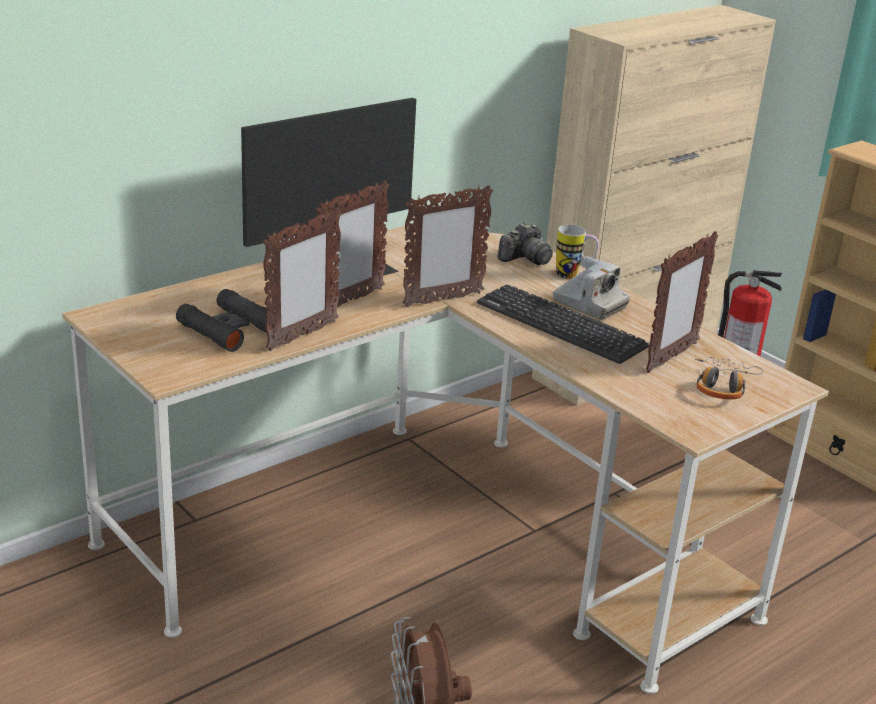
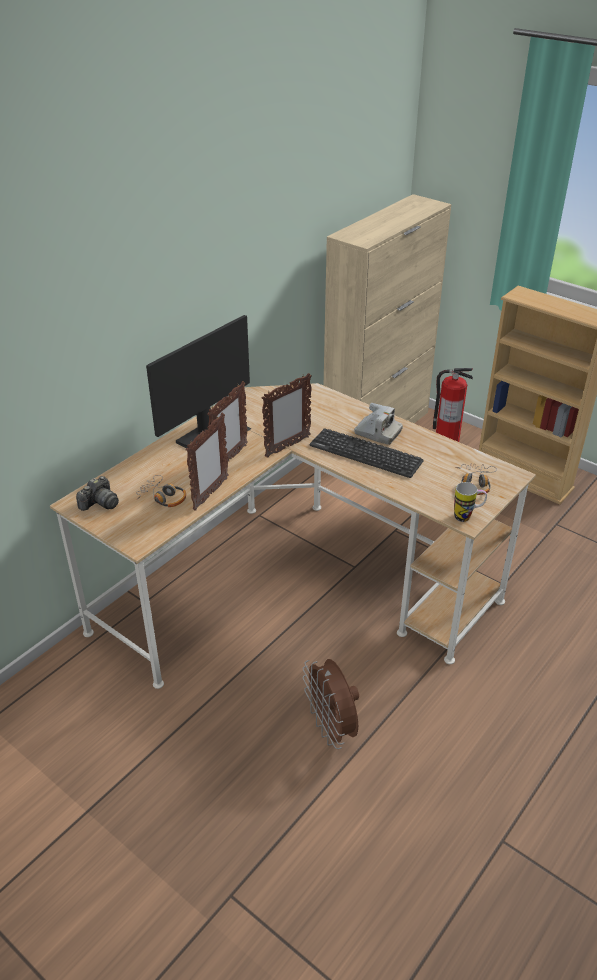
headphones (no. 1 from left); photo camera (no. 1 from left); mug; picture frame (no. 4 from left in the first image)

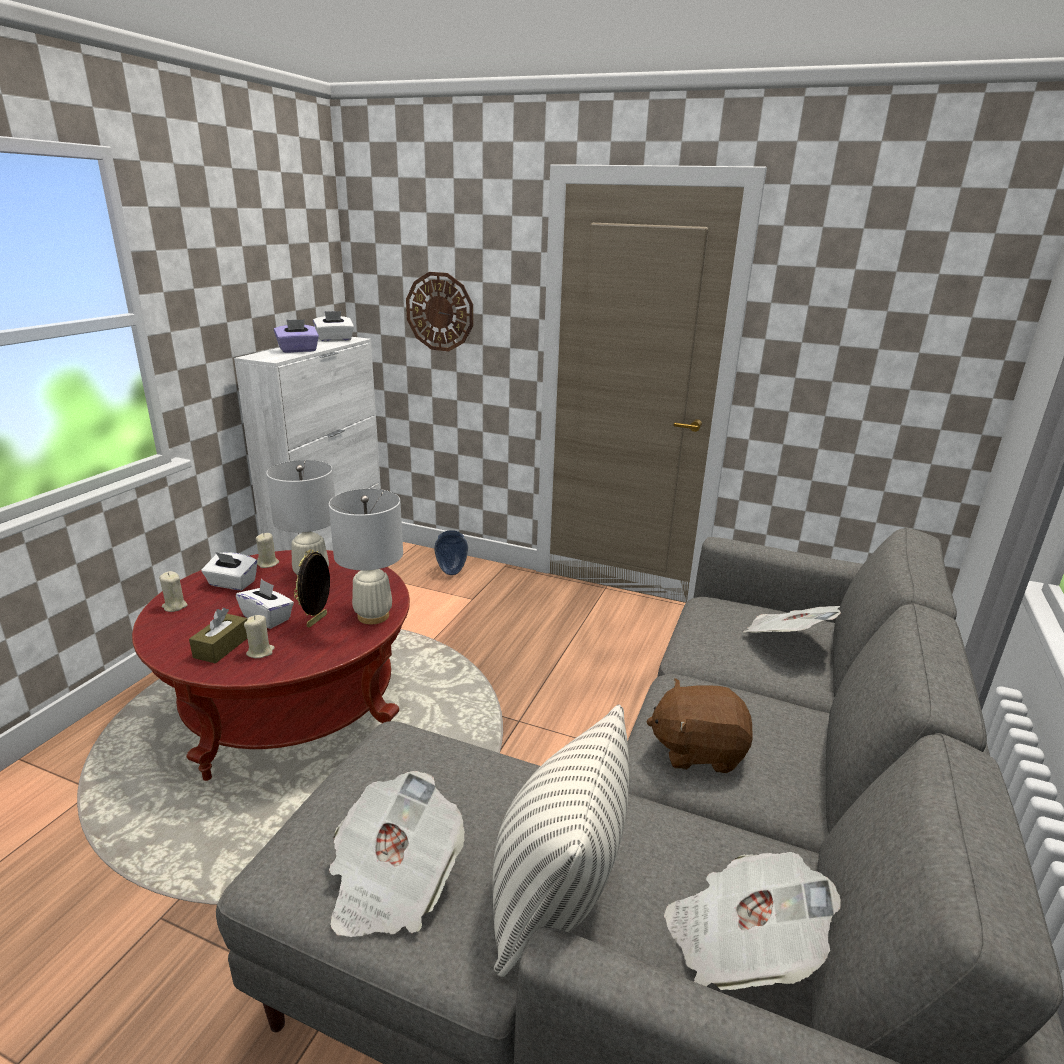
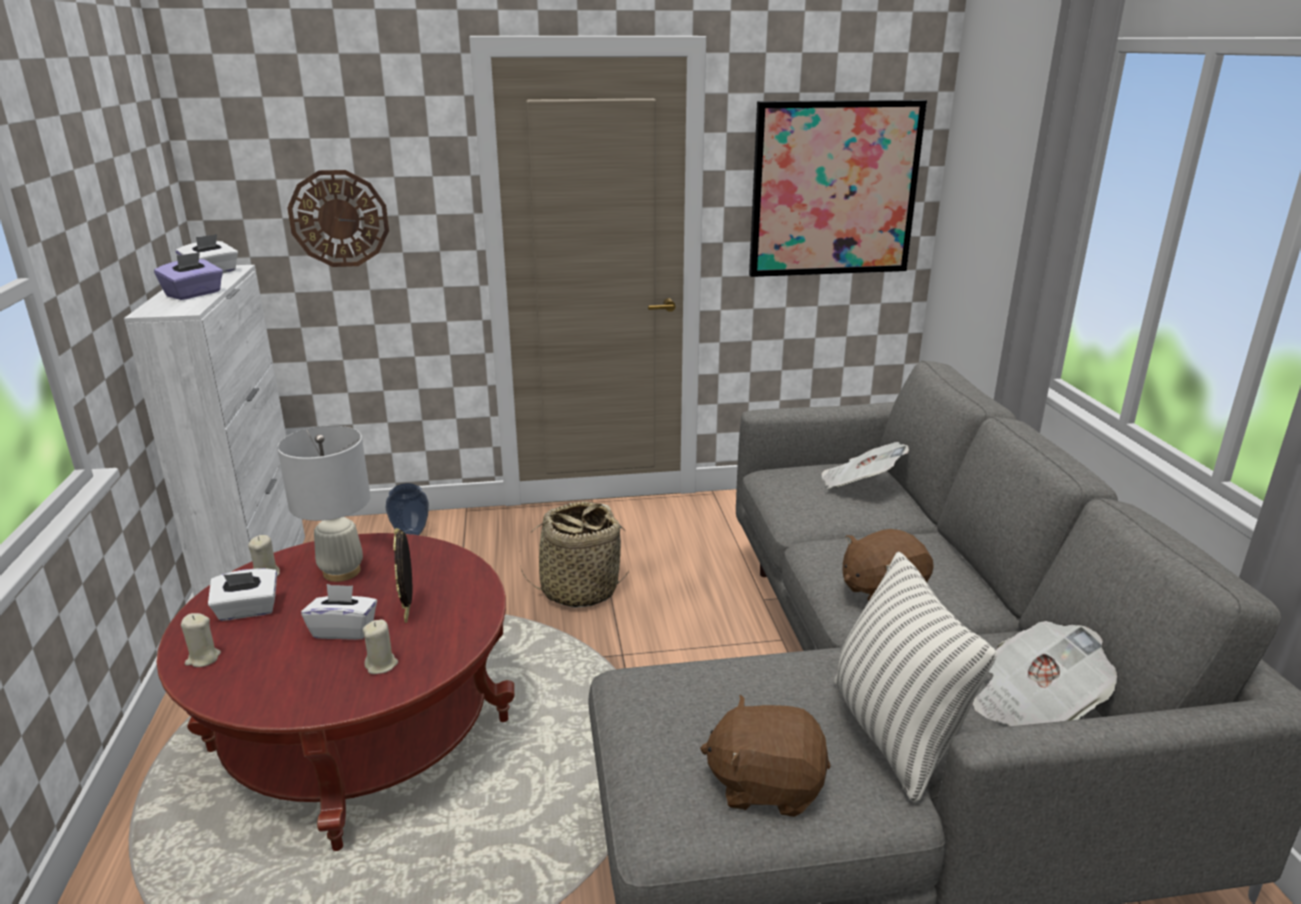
brown tissue box; white table lamp (no. 2 from left in the first image); brown plush toy (no. 1 from left); basket; picture

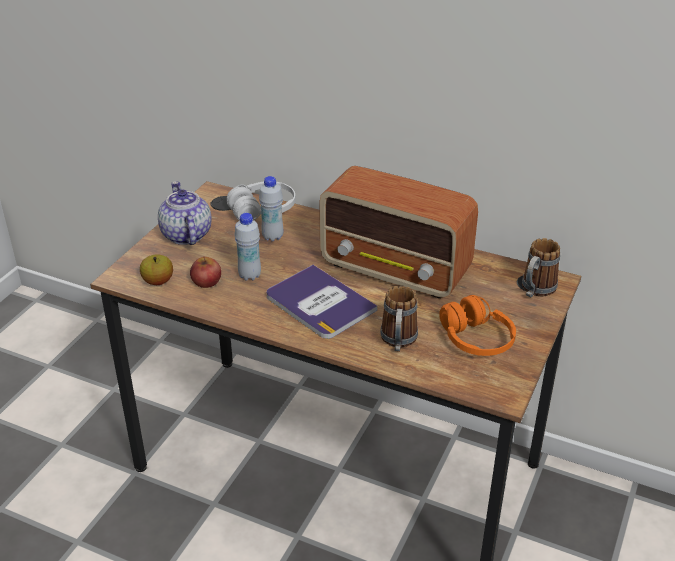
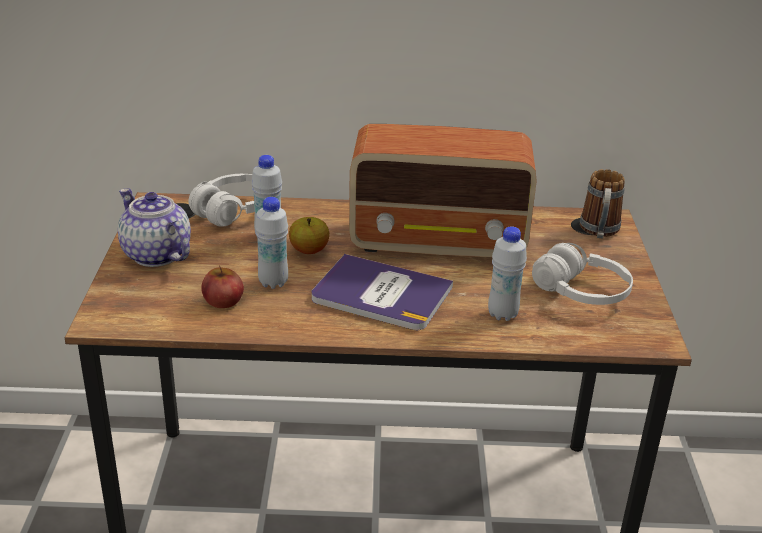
apple (no. 2 from left); white bottle (no. 3 from left); white headphones (no. 2 from left)

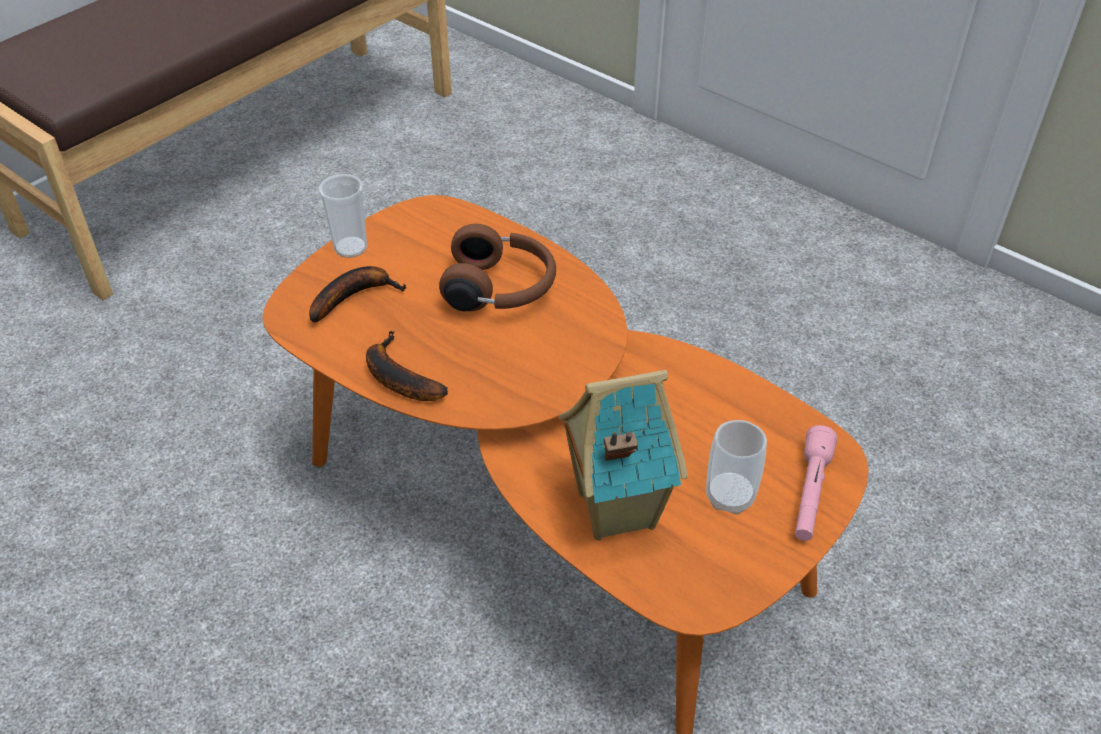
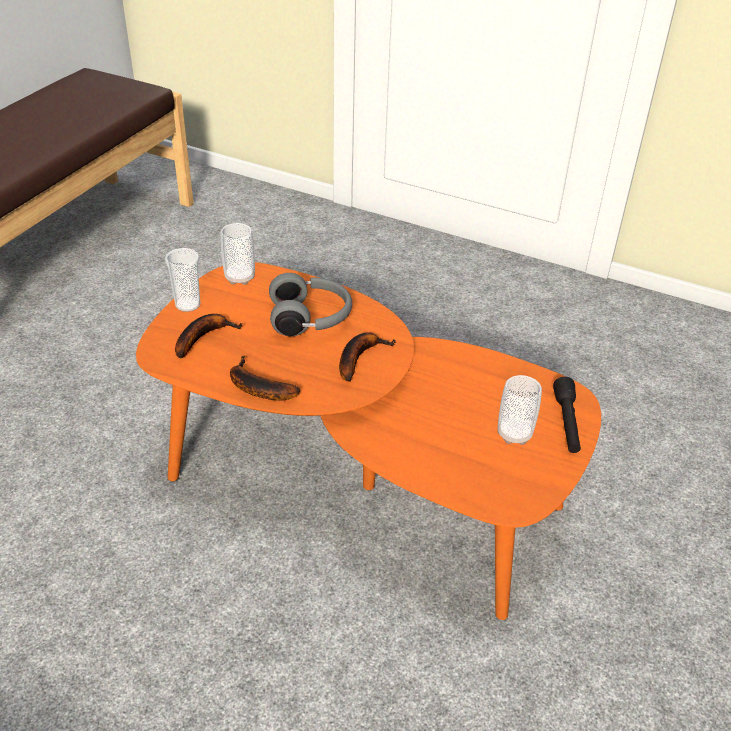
grey headphones; toy house; black flashlight; cup (no. 2 from left); banana (no. 3 from left)

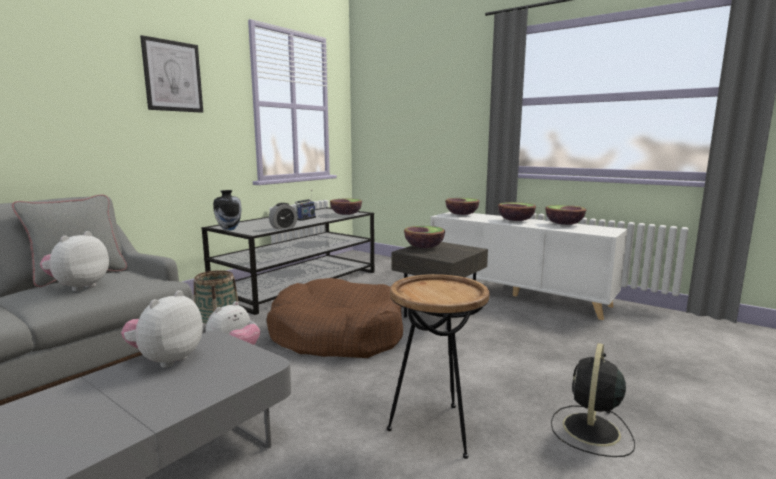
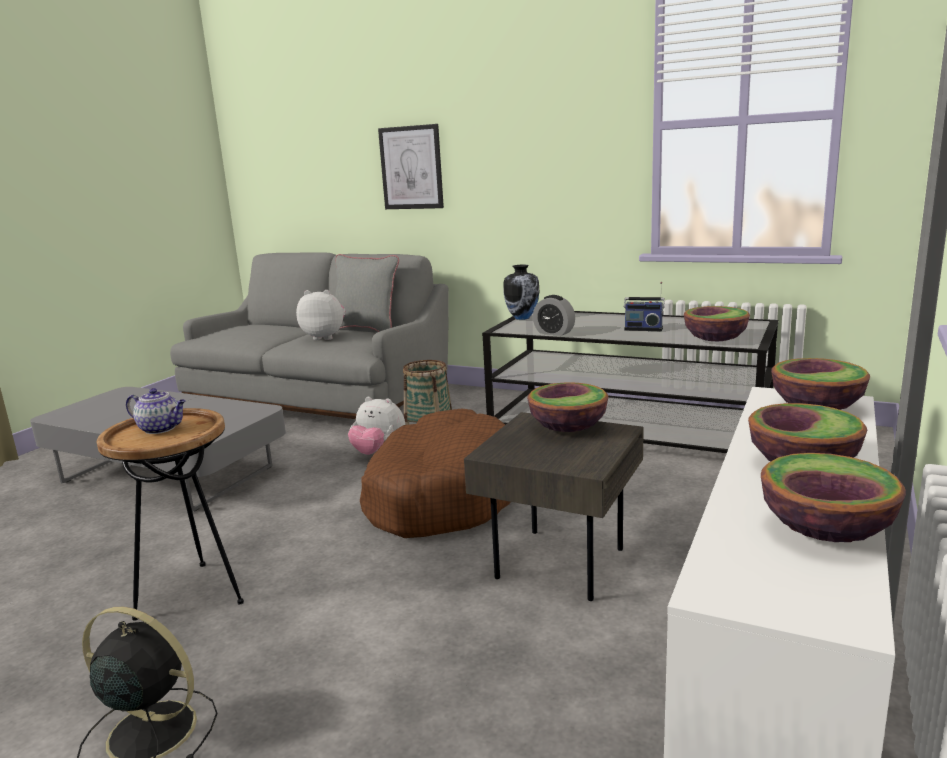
plush toy (no. 2 from left in the first image); picture; teapot

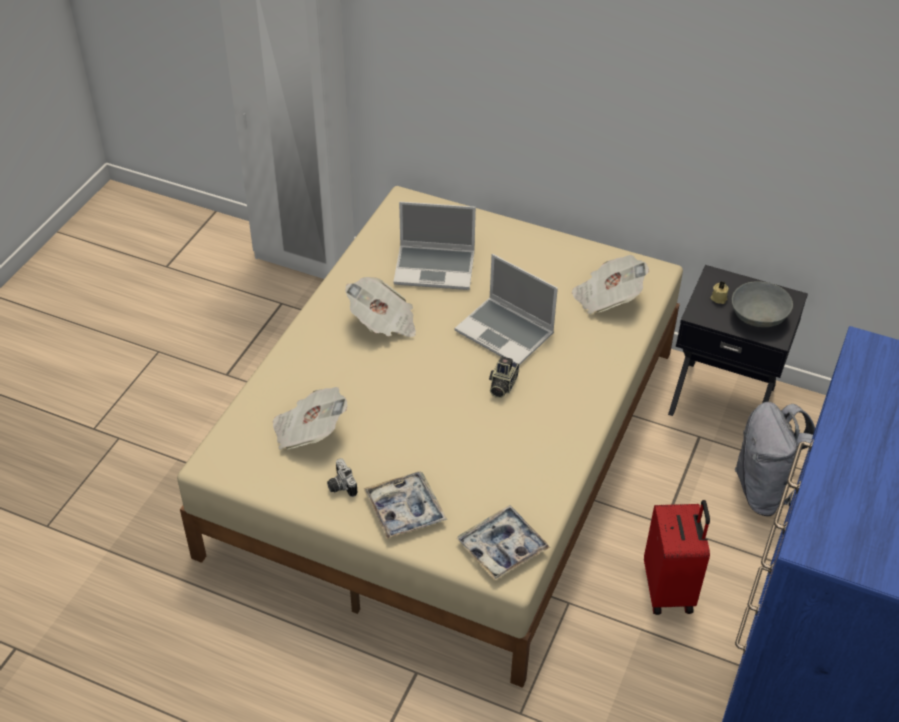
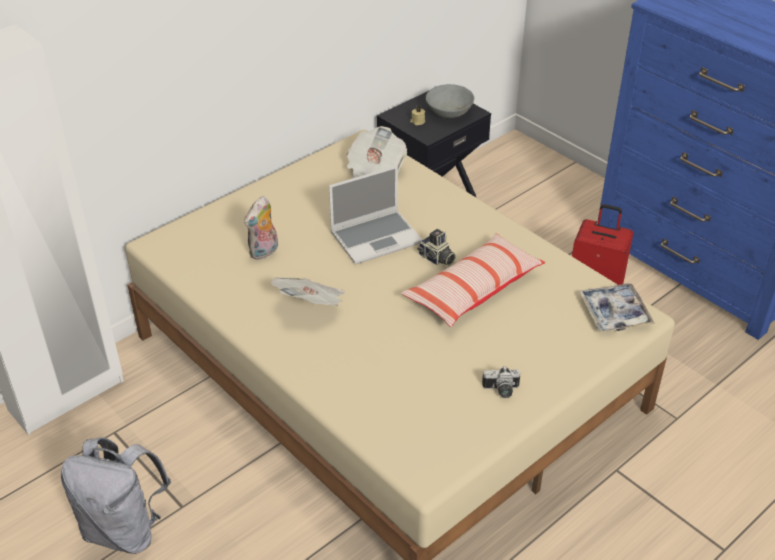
newspaper (no. 1 from left in the first image); tray (no. 1 from left in the first image); plush toy; grey backpack; pillow

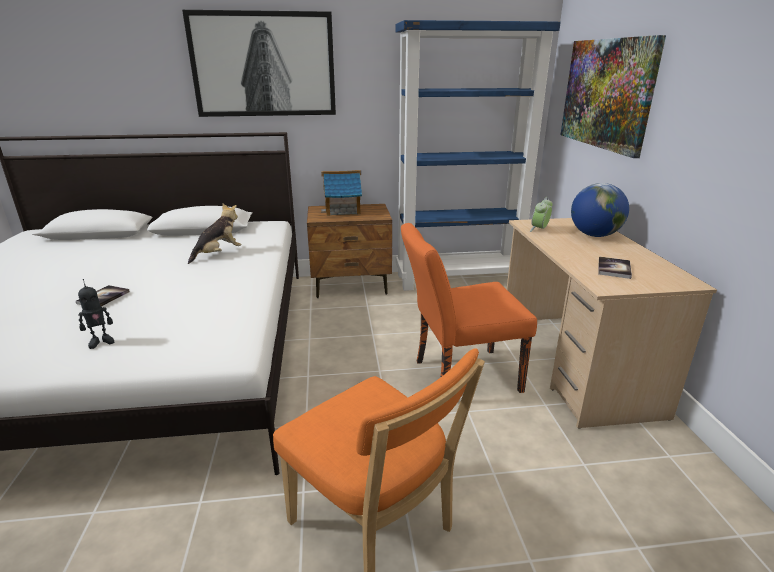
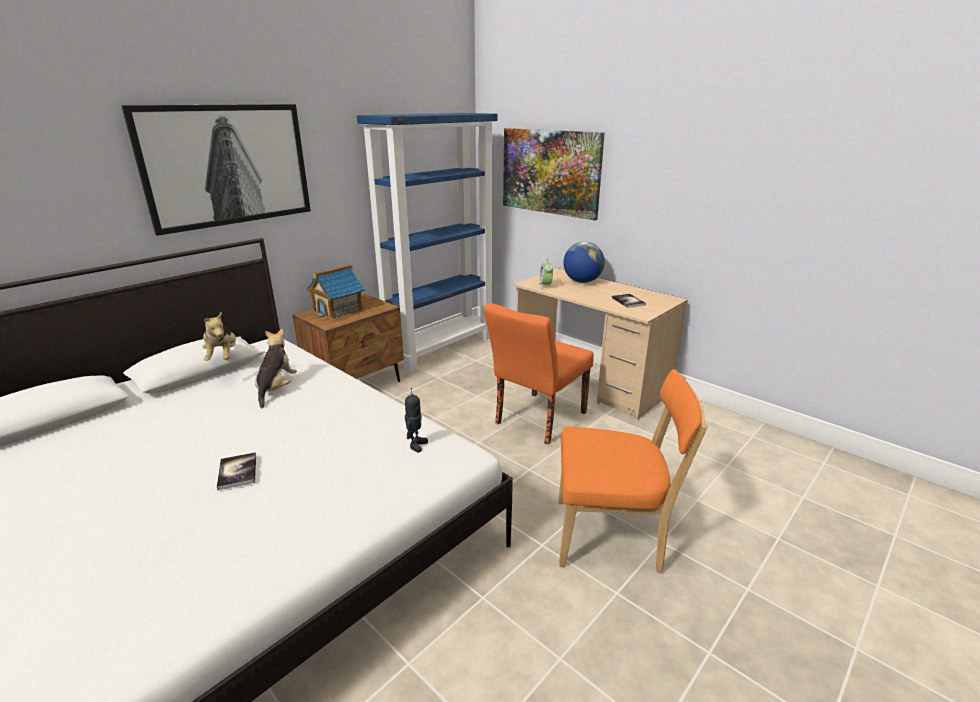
toy robot; plush toy (no. 1 from left)

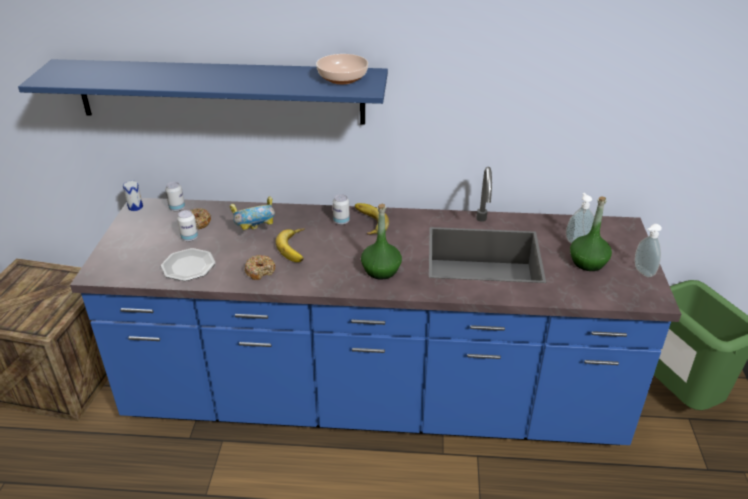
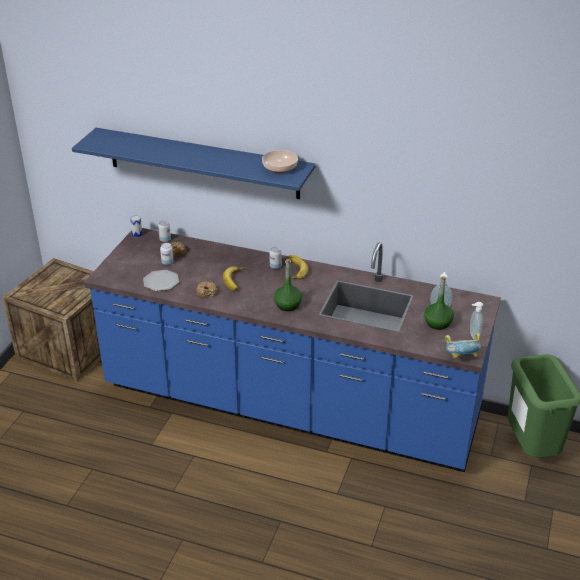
bowl (no. 2 from left)

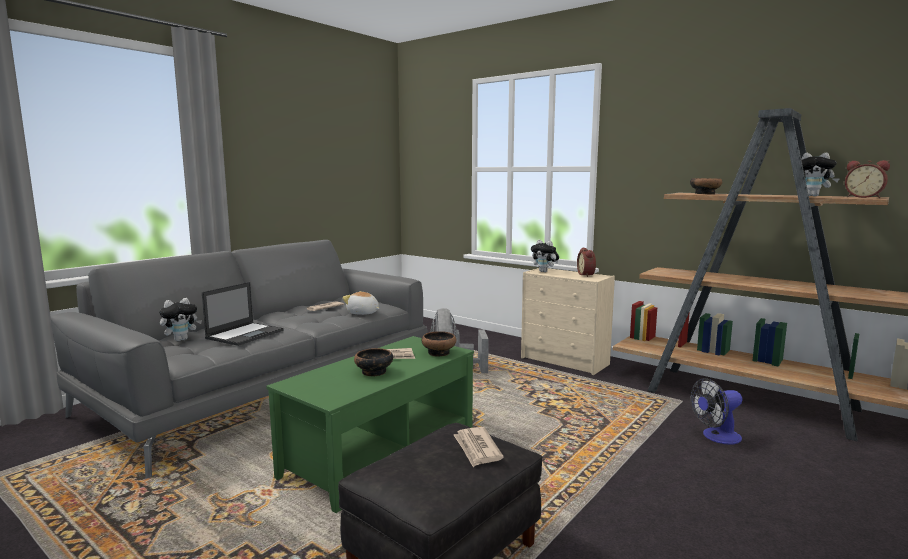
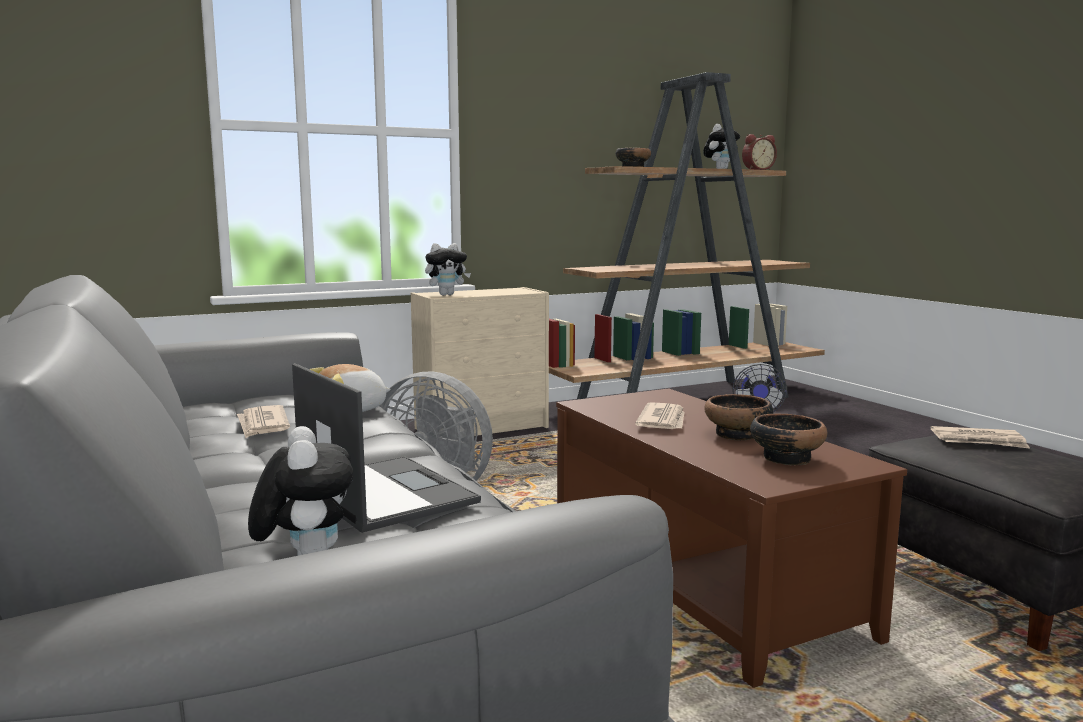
brown coffee table; bowl (no. 3 from left); alarm clock (no. 1 from left in the first image)

